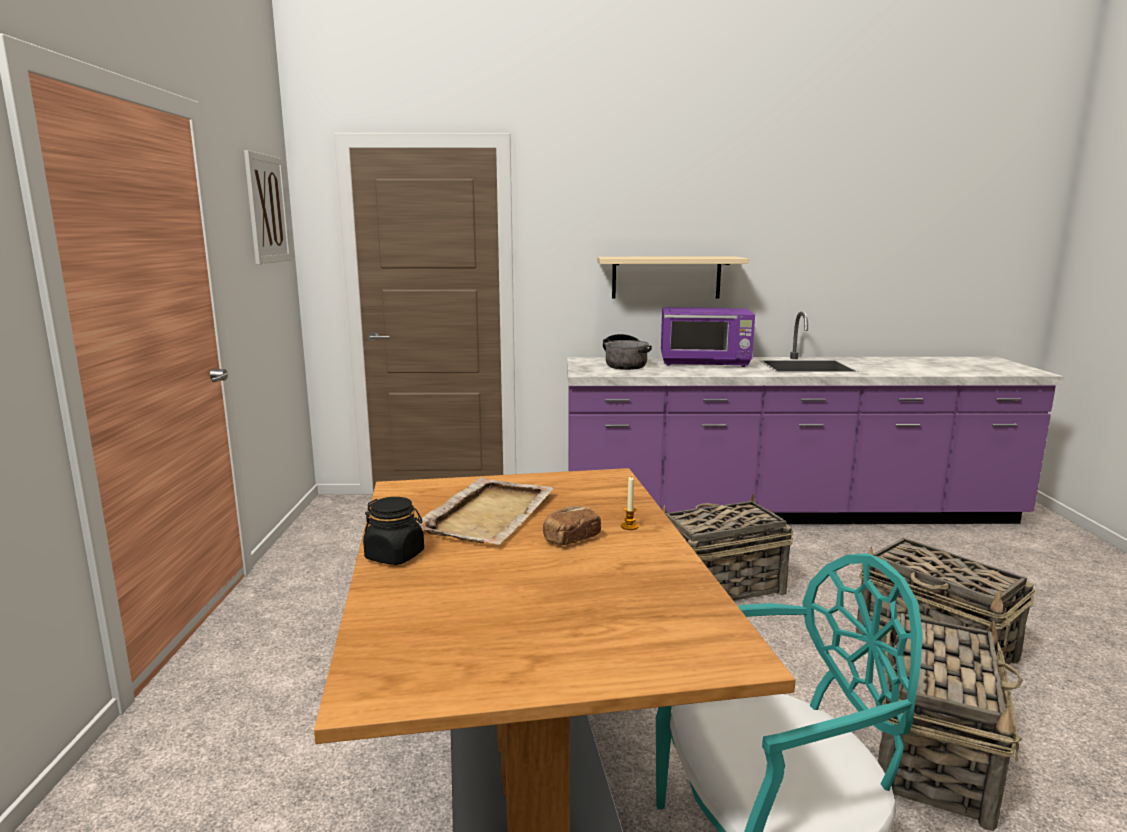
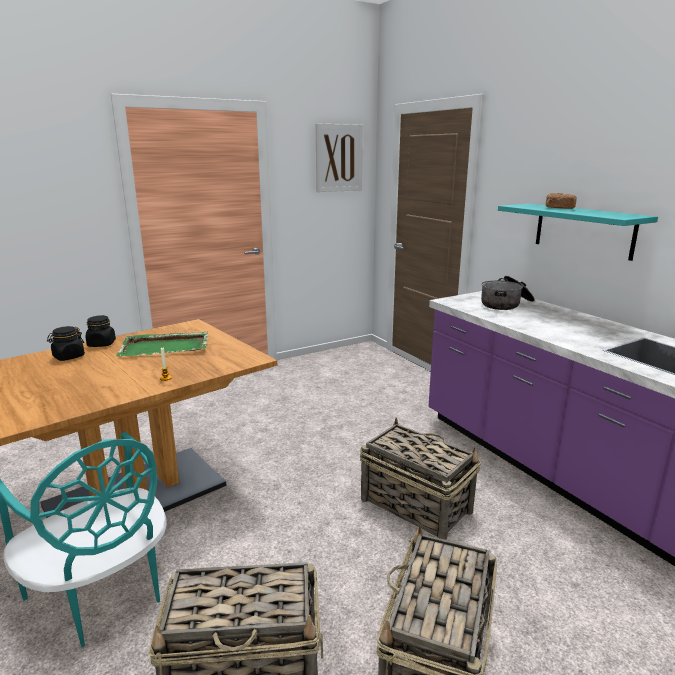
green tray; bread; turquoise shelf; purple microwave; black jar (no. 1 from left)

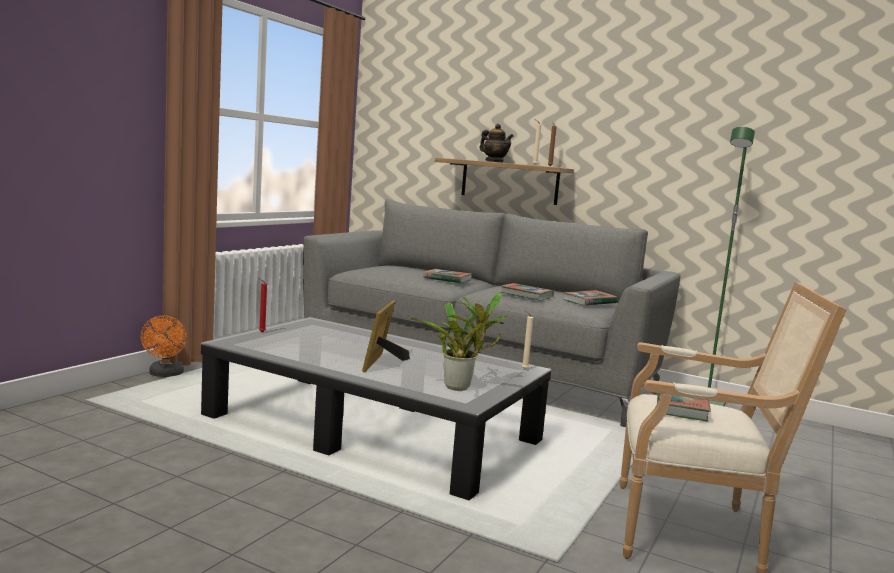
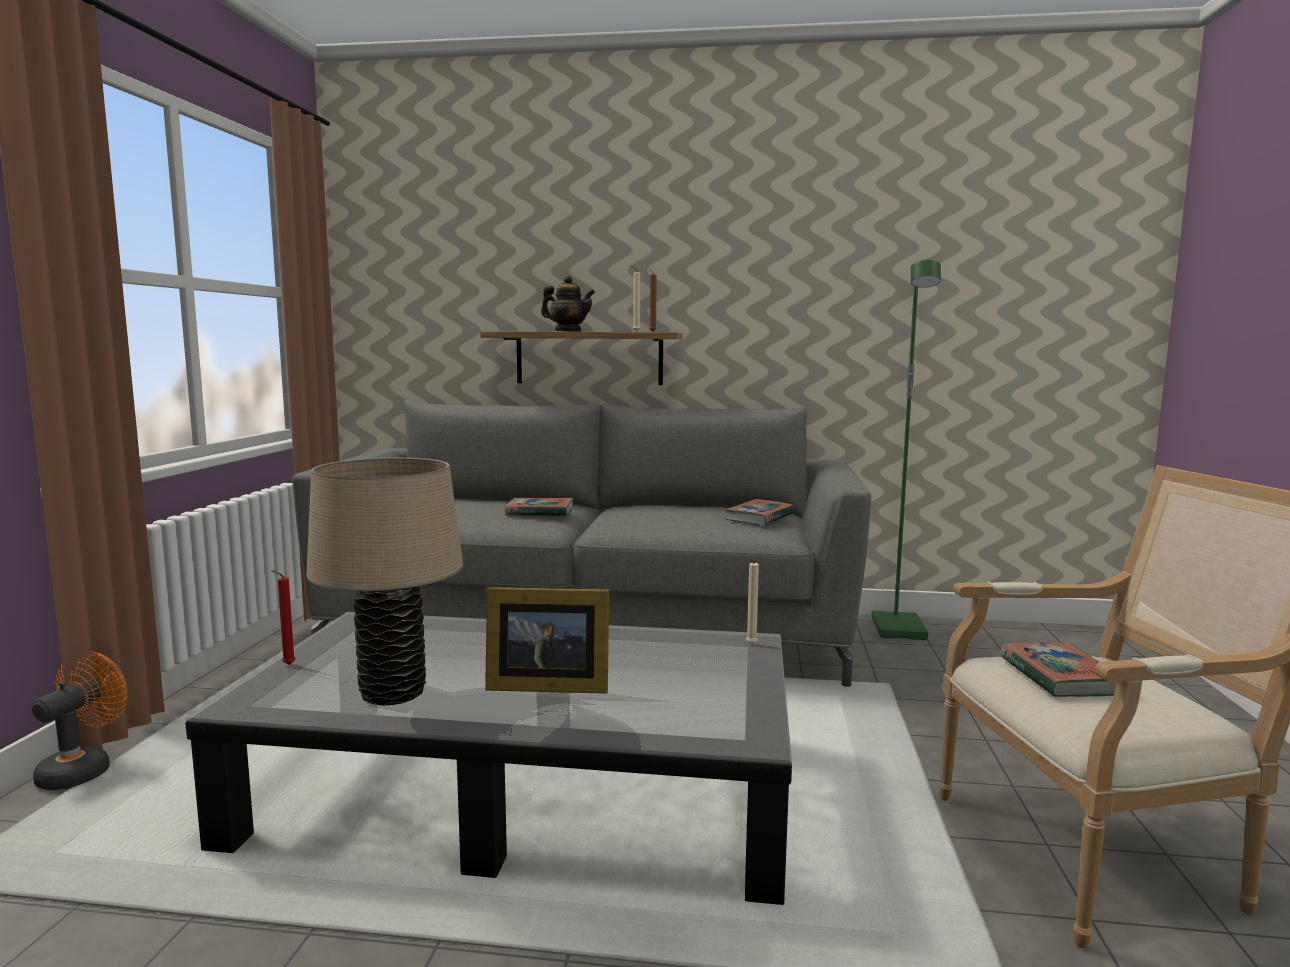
orange fan; picture frame; potted plant; book (no. 2 from left in the first image); beige table lamp

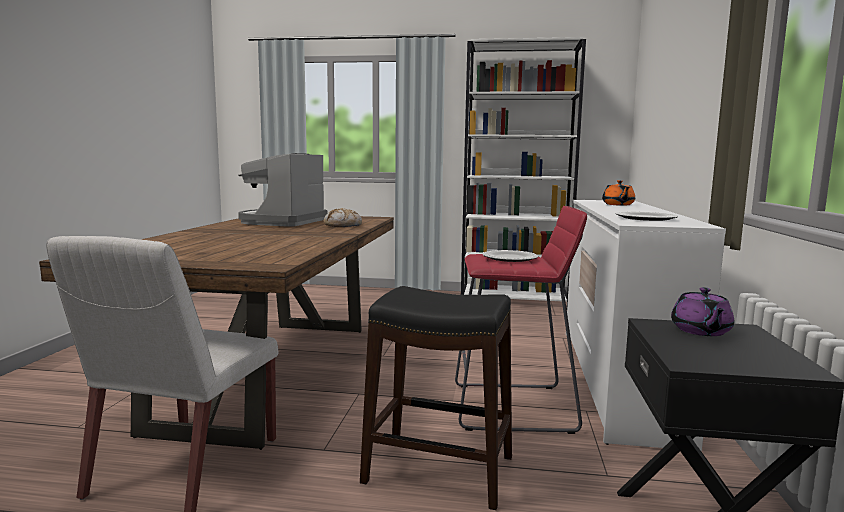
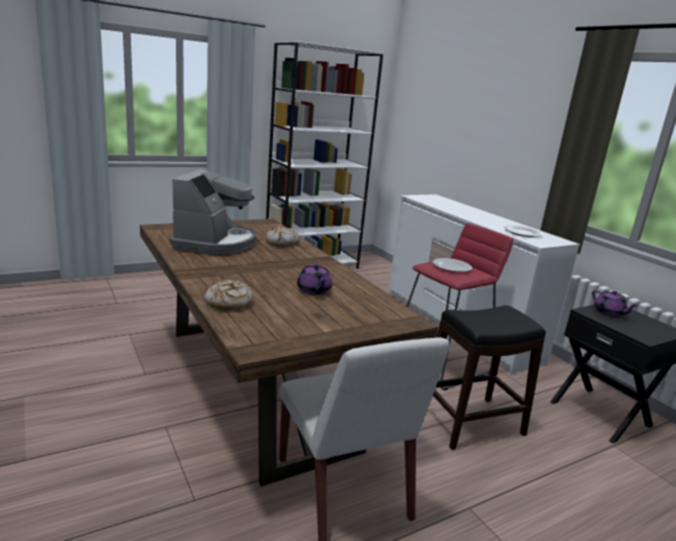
coffee machine; orange teapot; bread (no. 1 from left); purple teapot (no. 1 from left)

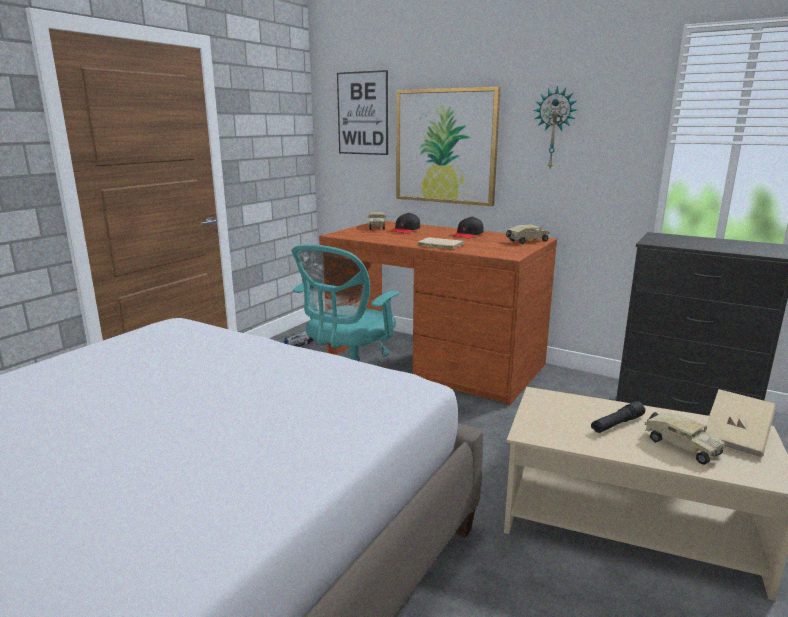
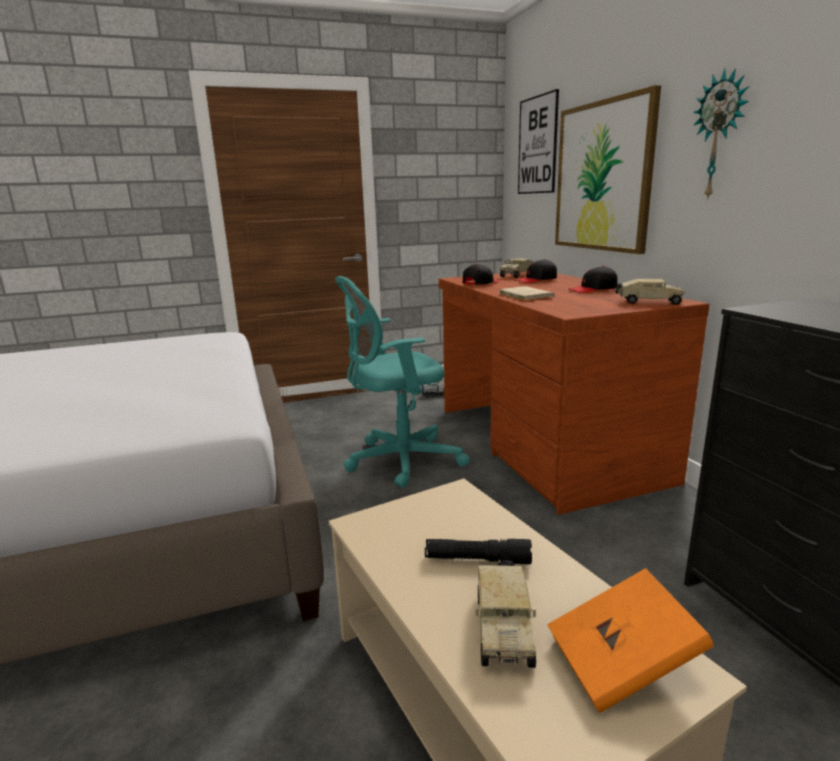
orange book; black cap (no. 1 from left)

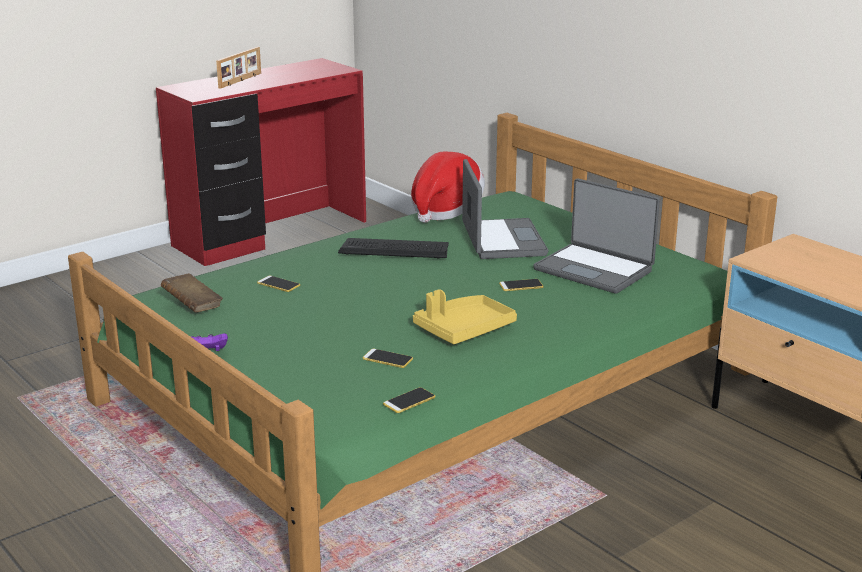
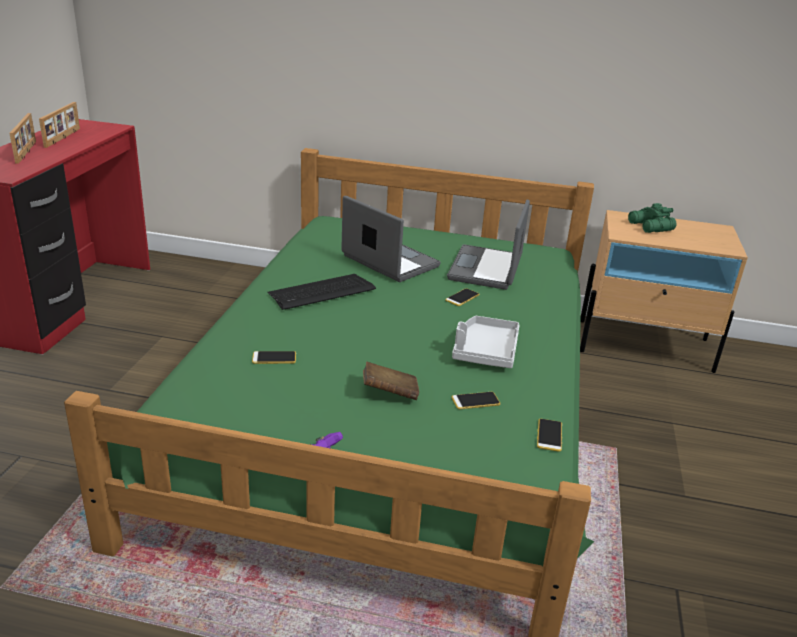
brown book; hat; grey tray; laptop (no. 2 from left); picture frame (no. 2 from left); green binoculars

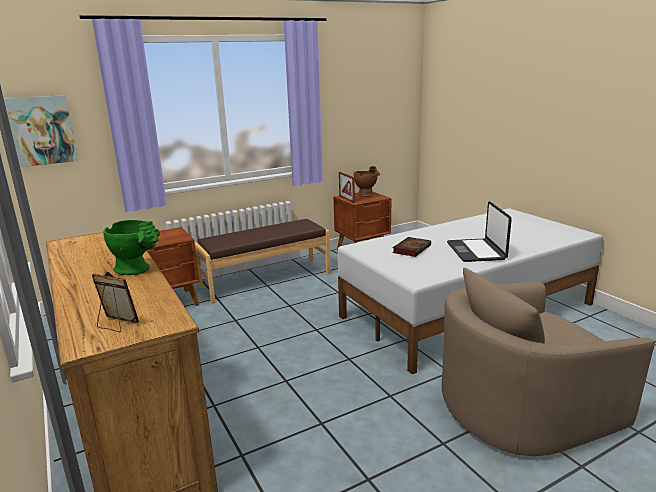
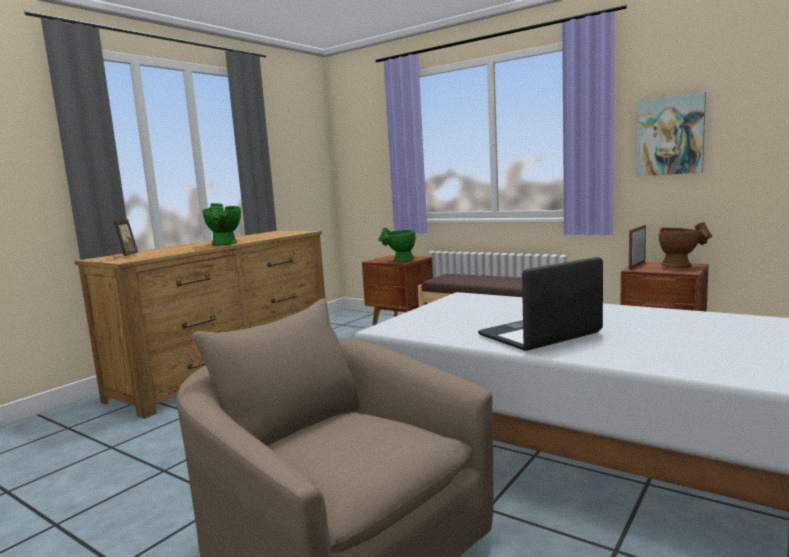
picture; book; green vase (no. 2 from left)

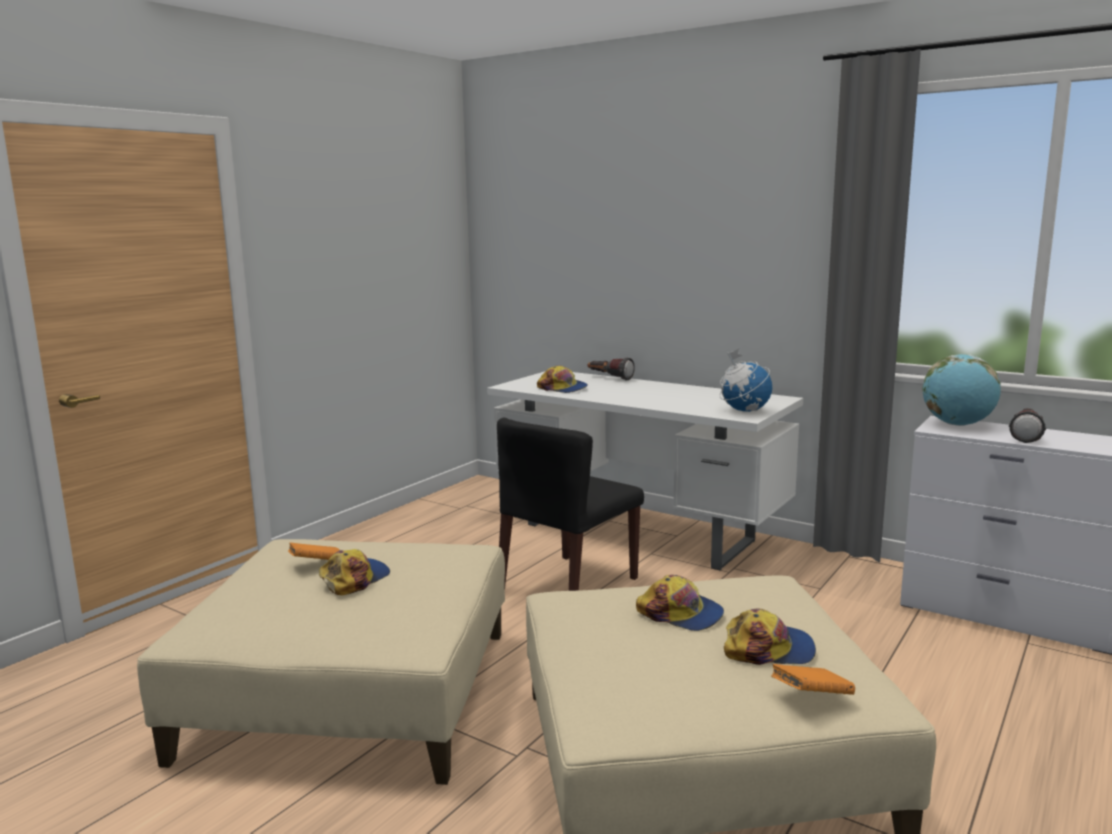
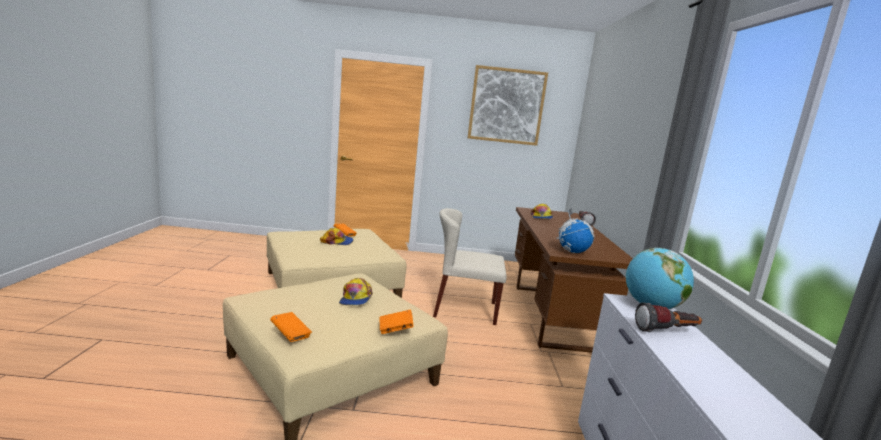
brown desk; beige chair; cap (no. 4 from left in the first image); orange book (no. 3 from left); picture

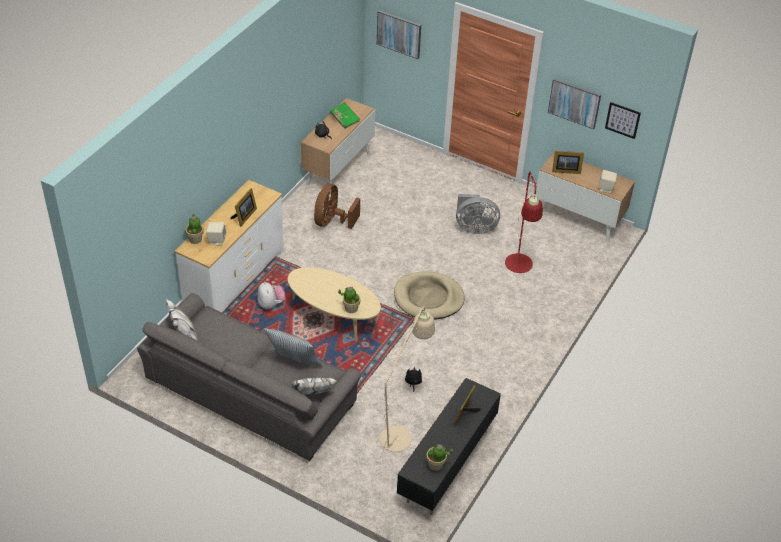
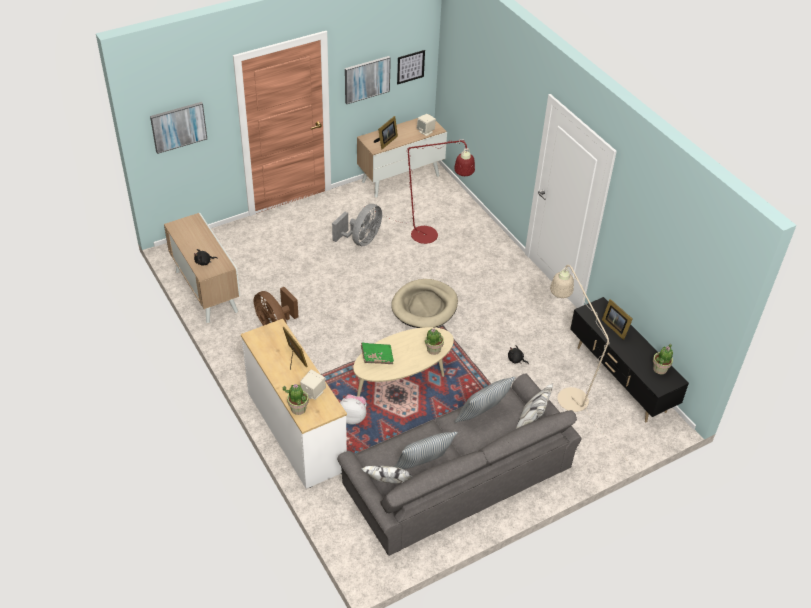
green book; pillow (no. 1 from left)

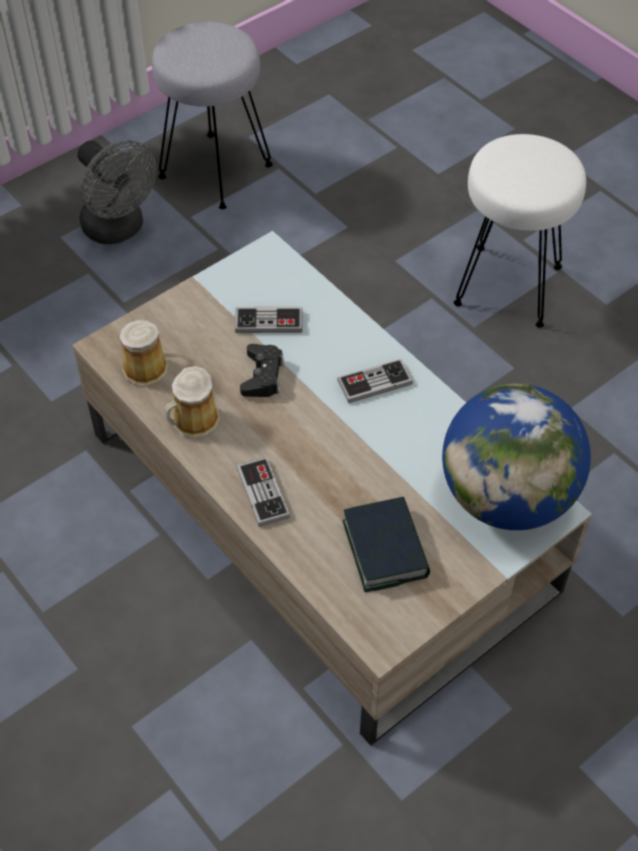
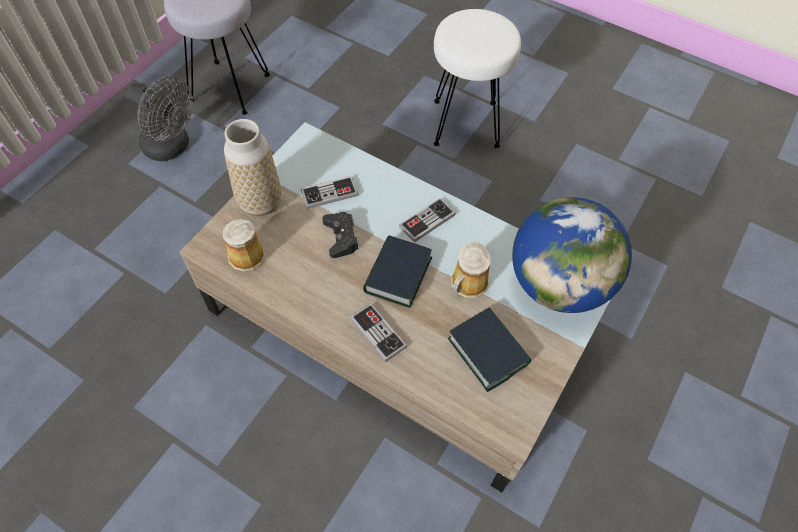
mug (no. 2 from left); vase; book (no. 1 from left)

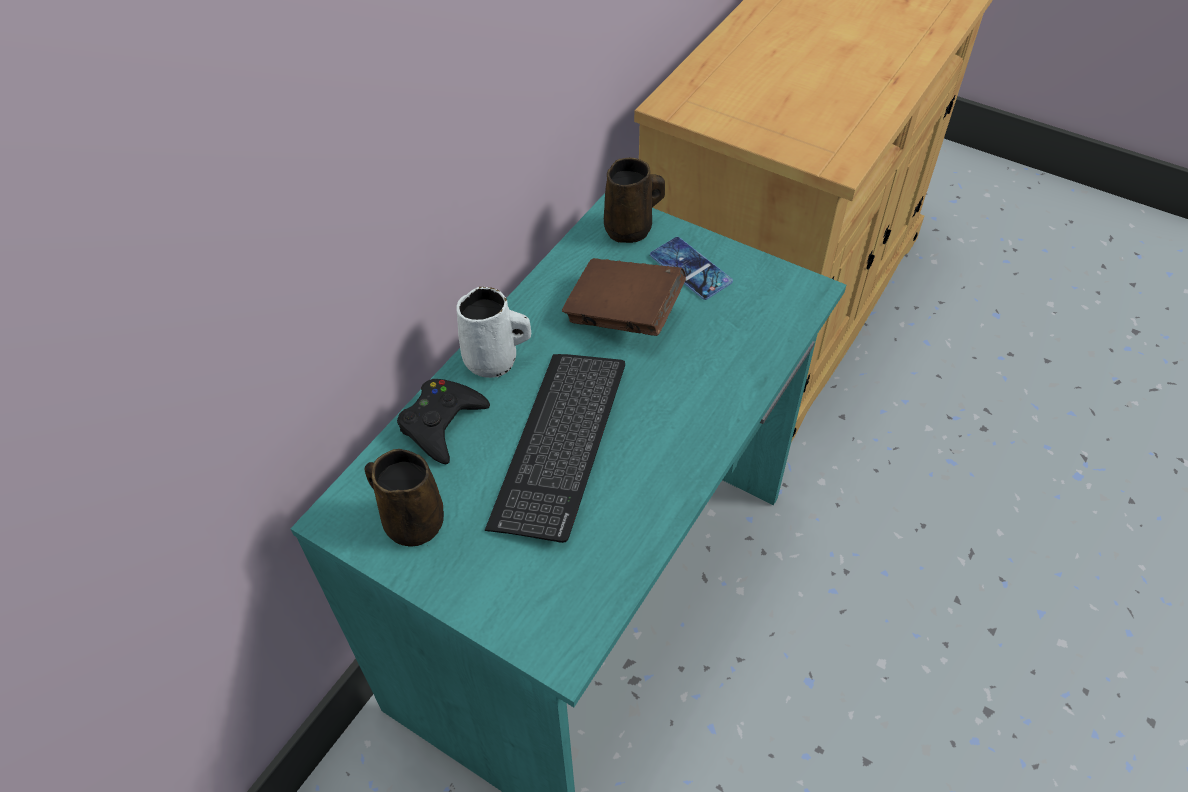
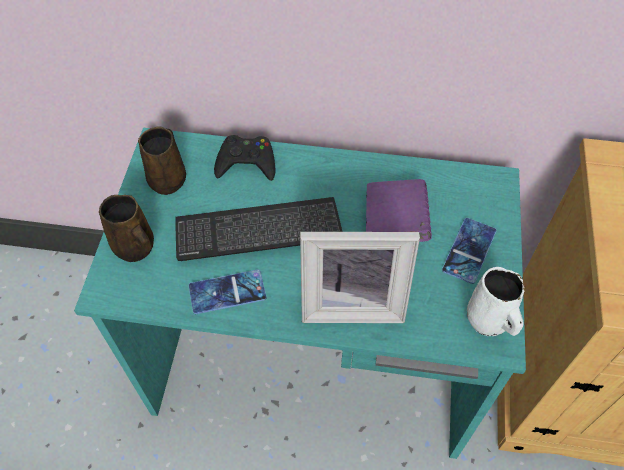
white mug; purple book; brown mug (no. 1 from left); phone (no. 1 from left); picture frame

